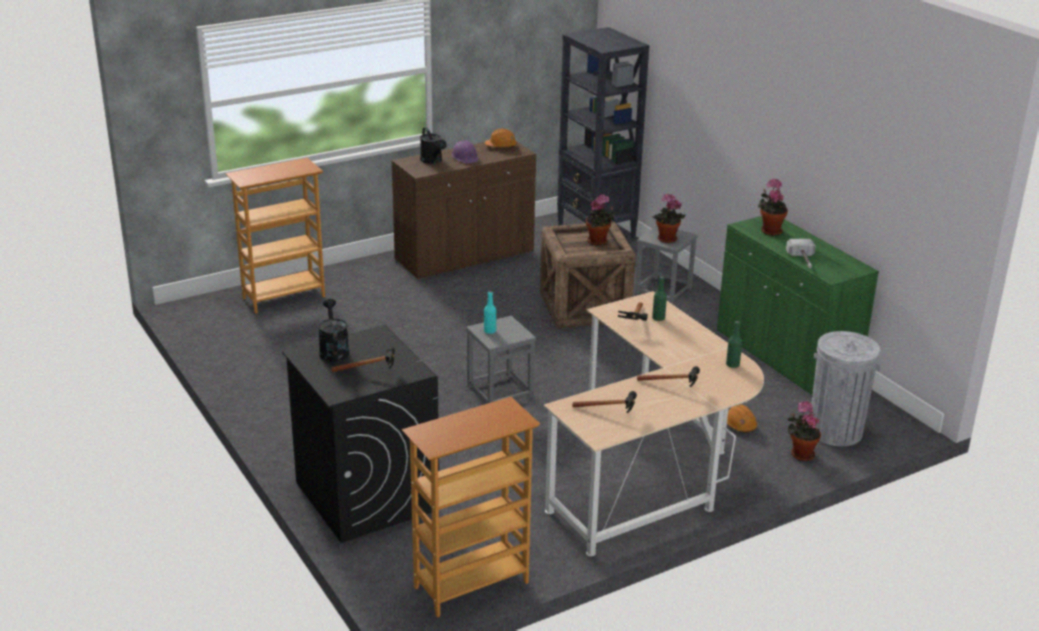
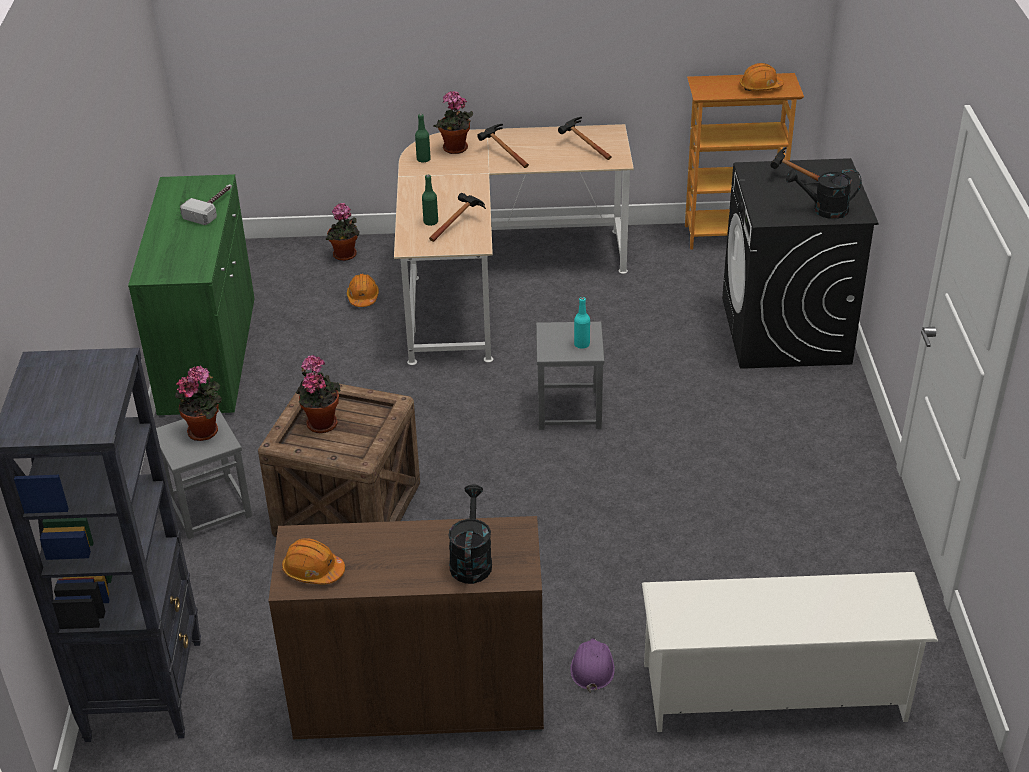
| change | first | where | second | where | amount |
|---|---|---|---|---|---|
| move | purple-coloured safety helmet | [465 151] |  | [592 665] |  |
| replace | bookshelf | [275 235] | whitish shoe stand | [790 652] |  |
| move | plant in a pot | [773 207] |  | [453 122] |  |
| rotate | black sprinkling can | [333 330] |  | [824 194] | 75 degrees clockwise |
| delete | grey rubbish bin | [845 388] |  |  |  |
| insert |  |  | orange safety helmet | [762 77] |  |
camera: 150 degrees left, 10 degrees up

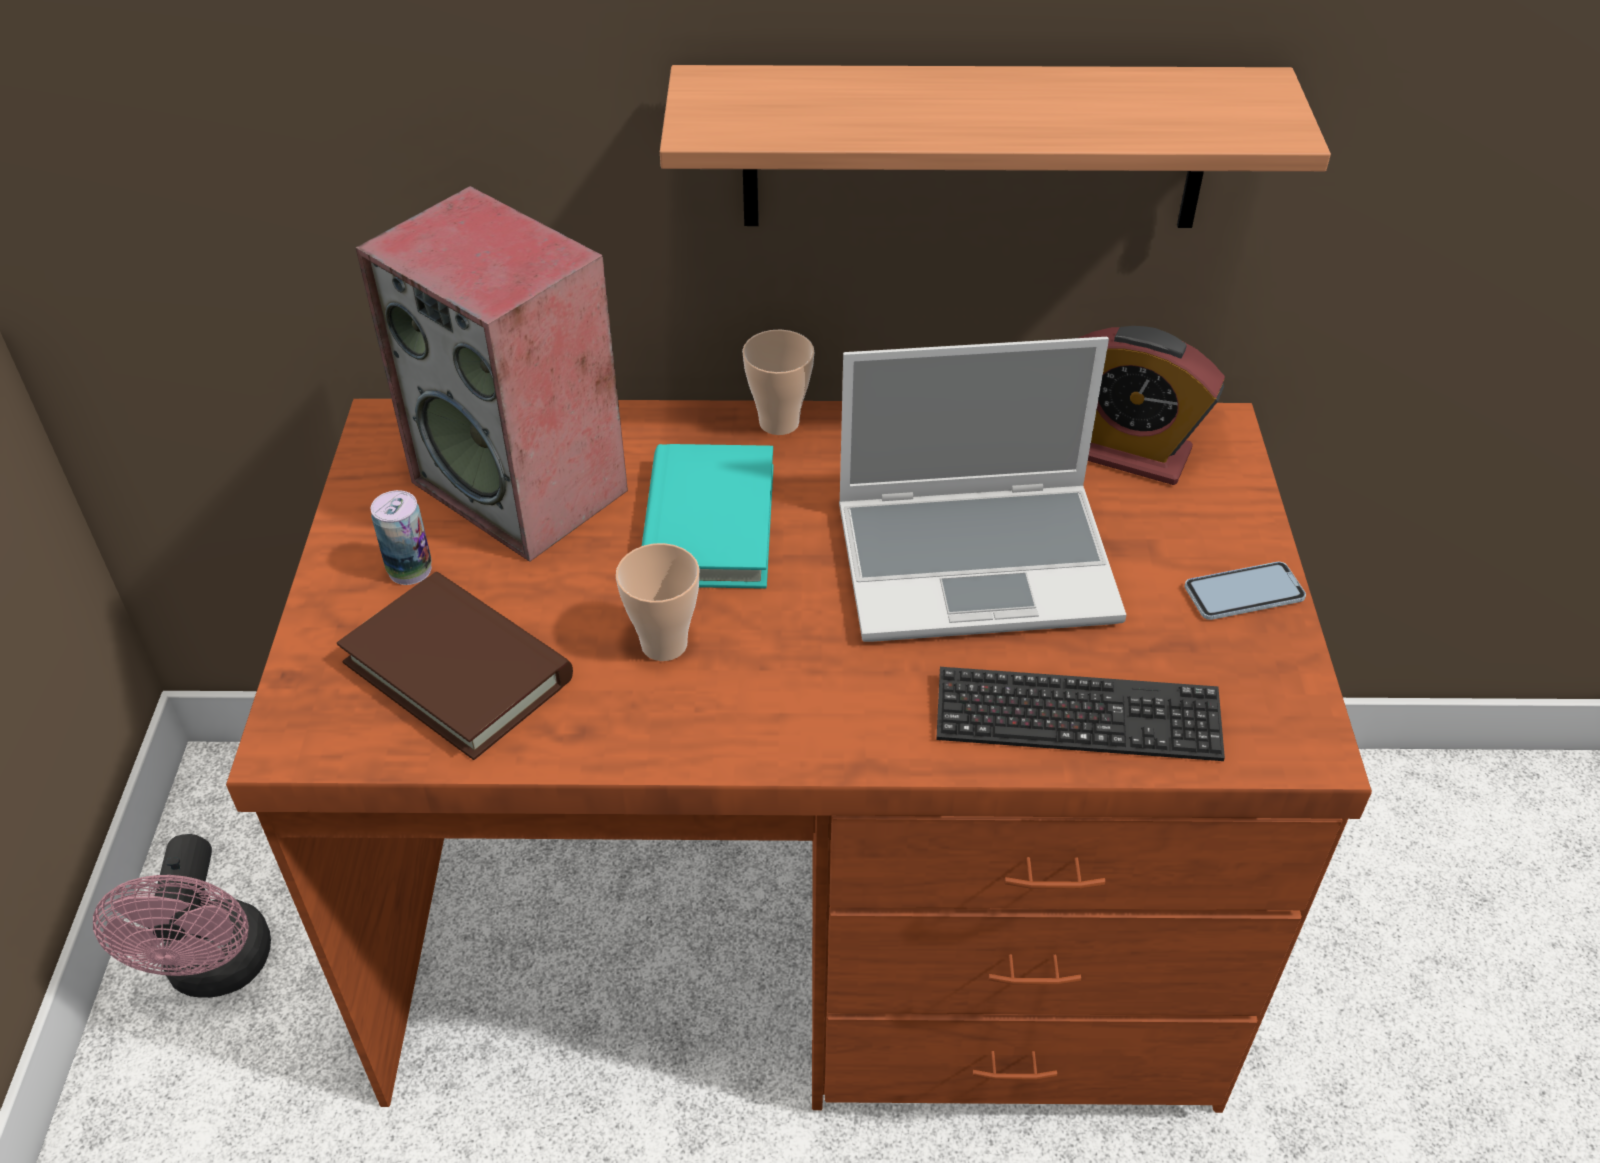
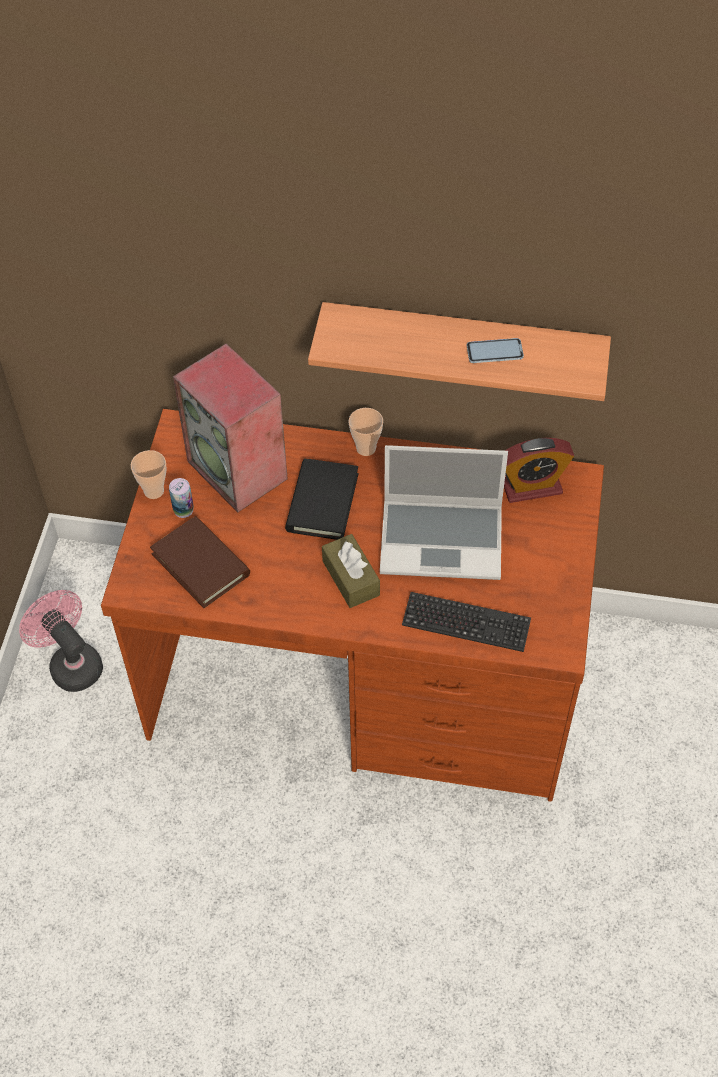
| change | first | where | second | where | amount |
|---|---|---|---|---|---|
| rotate | table clock | [1152 405] |  | [539 470] | 45 degrees counterclockwise |
| recolor | turquoise-coloured bound book | [708 516] | black bound book | [322 499] |  |
| move | drinking cup | [657 602] |  | [148 474] |  |
| move | handset | [1245 591] |  | [495 350] |  |
| rotate | pink-coloured fan | [182 916] |  | [61 641] | 135 degrees clockwise |
| insert |  |  | brownish box of tissues | [351 571] |  |
camera: 10 degrees right, 10 degrees up

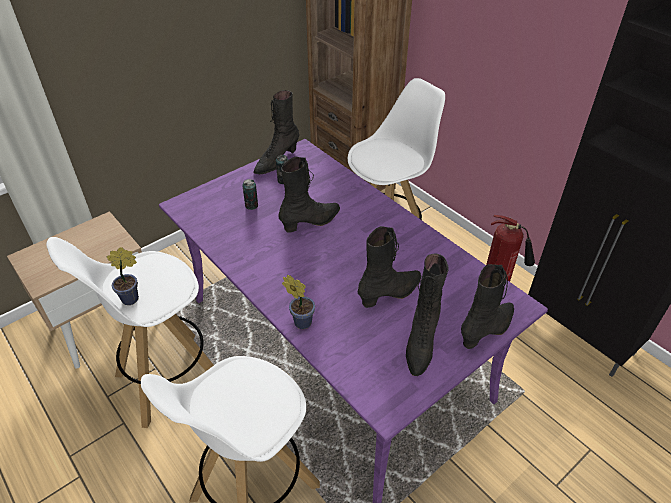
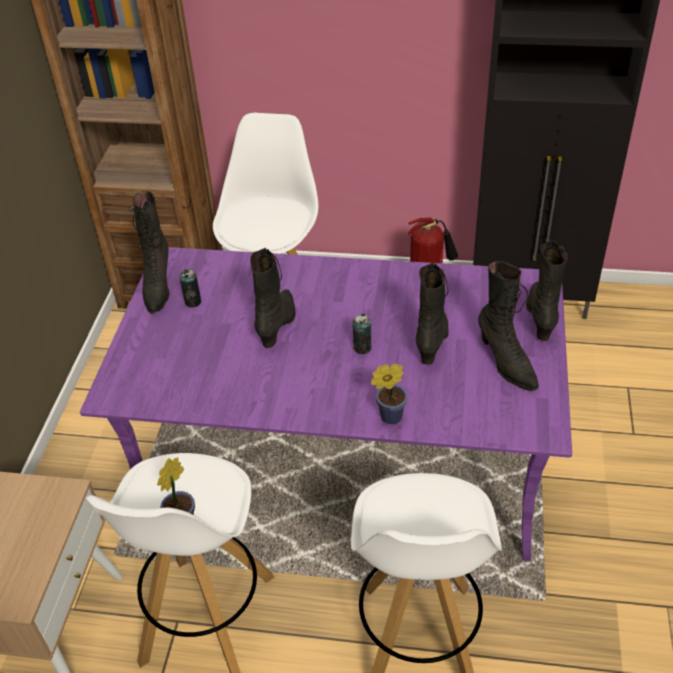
| change | first | where | second | where | amount |
|---|---|---|---|---|---|
| move | metal can | [250 194] |  | [362 334] |  |
camera: 40 degrees left, 0 degrees up

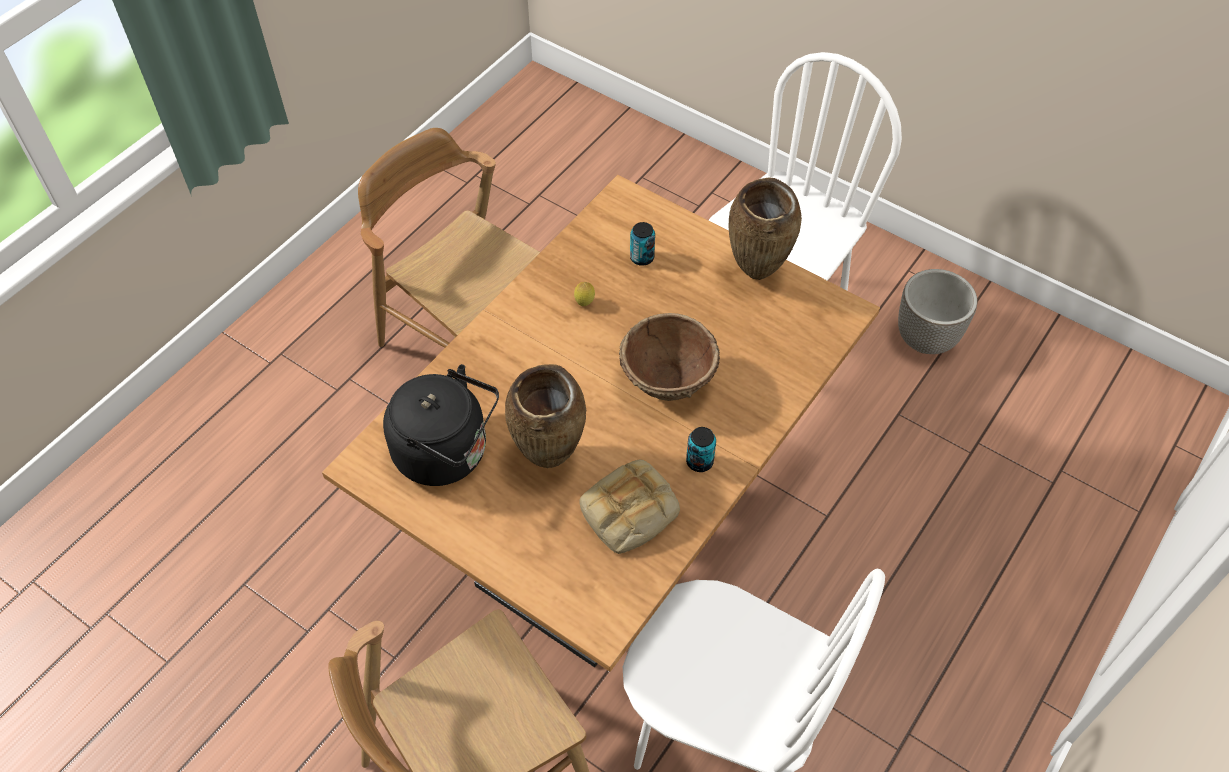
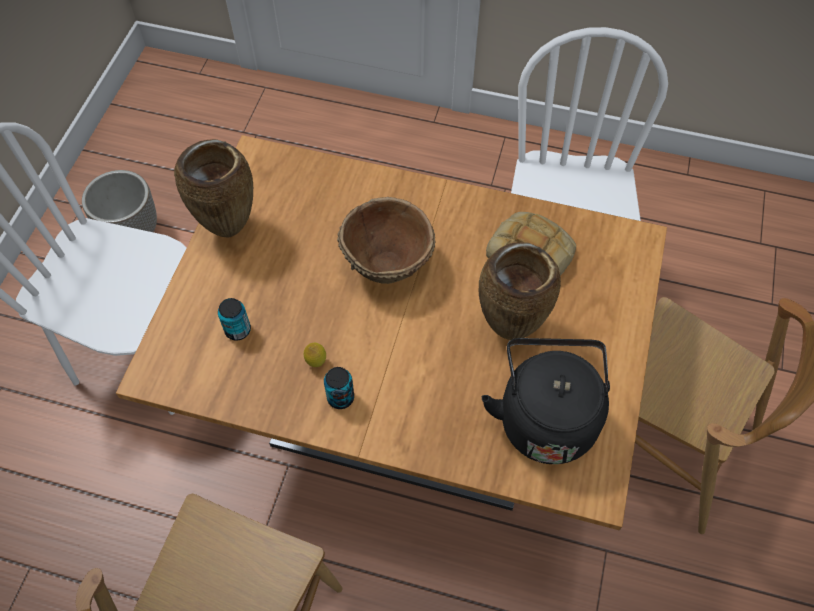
| change | first | where | second | where | amount |
|---|---|---|---|---|---|
| move | metal can | [701 449] |  | [339 388] |  |
camera: 110 degrees left, 5 degrees up

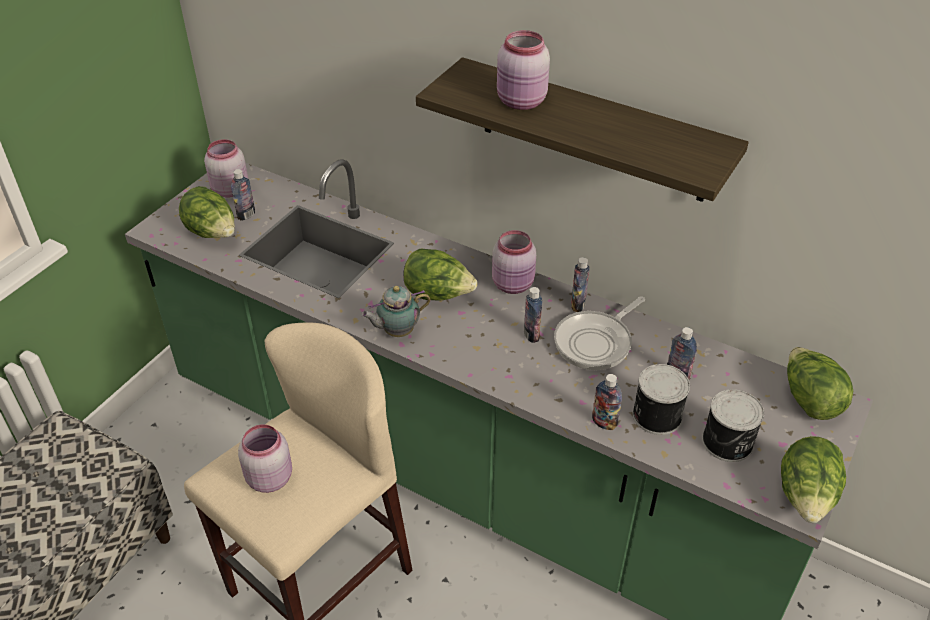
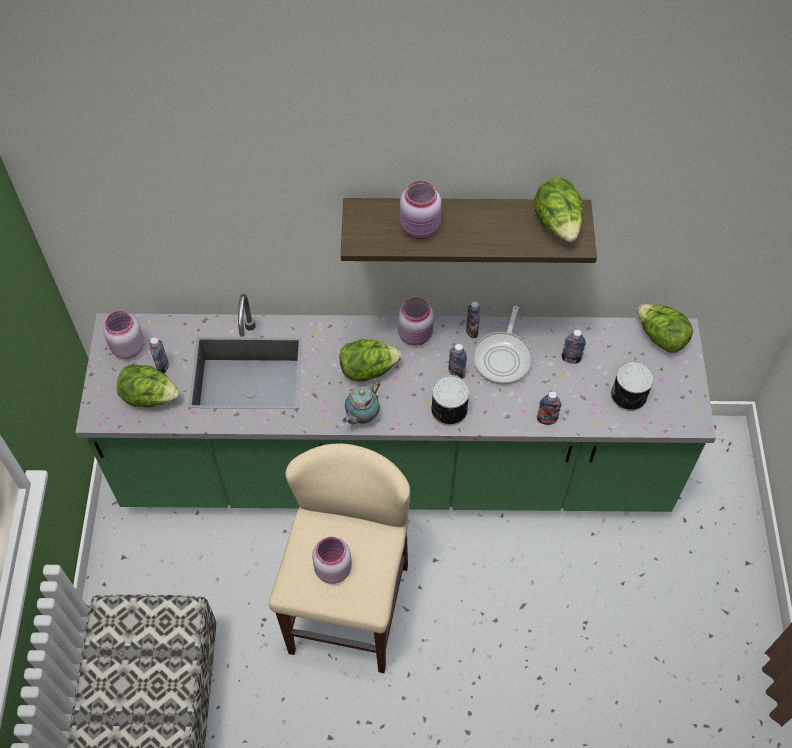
| change | first | where | second | where | amount |
|---|---|---|---|---|---|
| move | metal can | [661 399] |  | [450 400] |  |
| move | head of lettuce | [813 479] |  | [558 210] |  |
camera: 30 degrees left, 15 degrees up

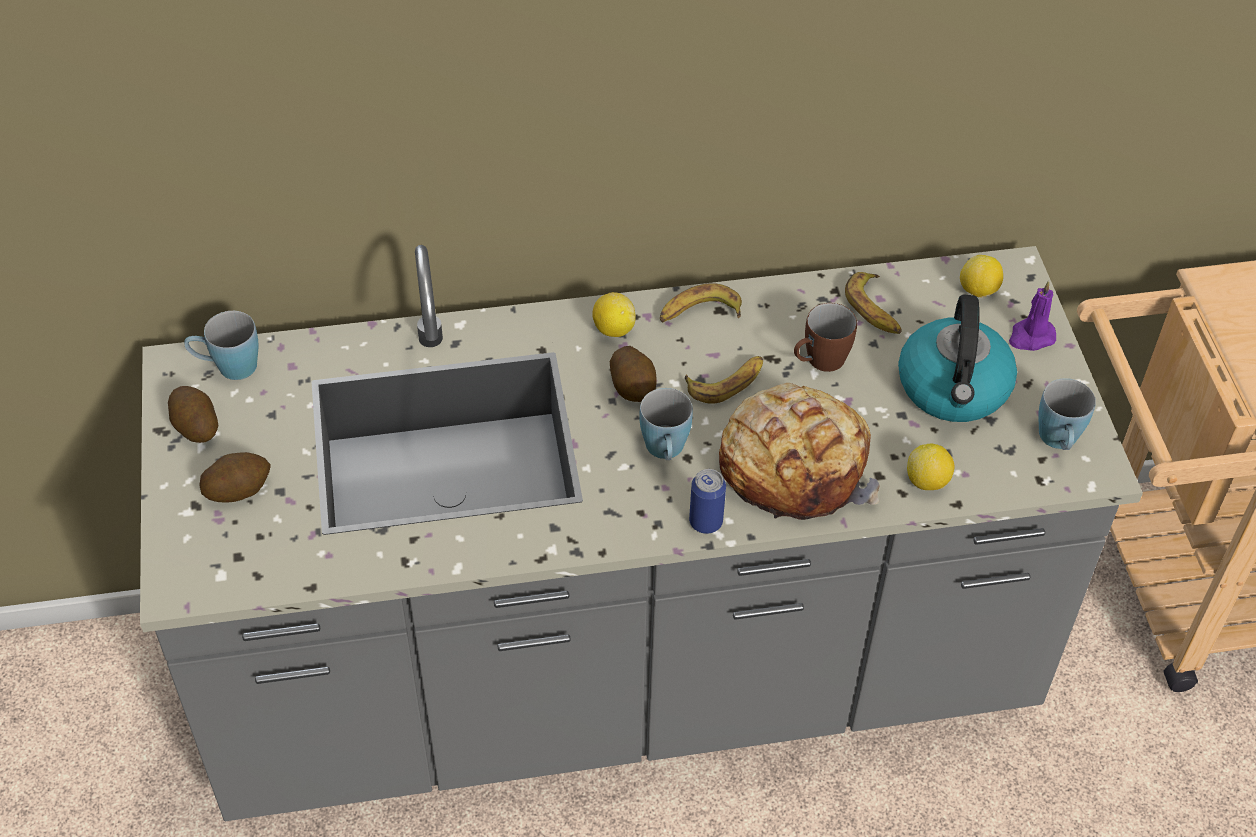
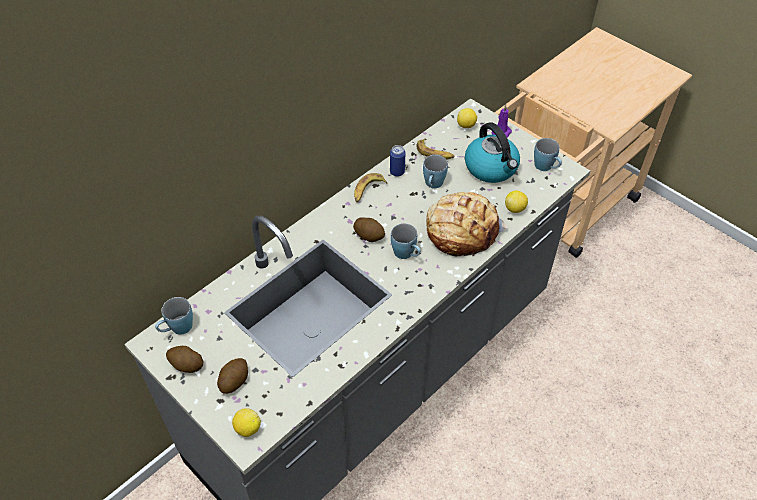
| change | first | where | second | where | amount |
|---|---|---|---|---|---|
| move | whole lemon | [614 314] |  | [246 422] |  |
| recolor | brownish coffee mug | [825 337] | blue coffee mug | [435 171] |  |
| delete | banana fruit | [724 380] |  |  |  |
| move | metal can | [707 501] |  | [398 161] |  |
camera: 35 degrees left, 0 degrees up

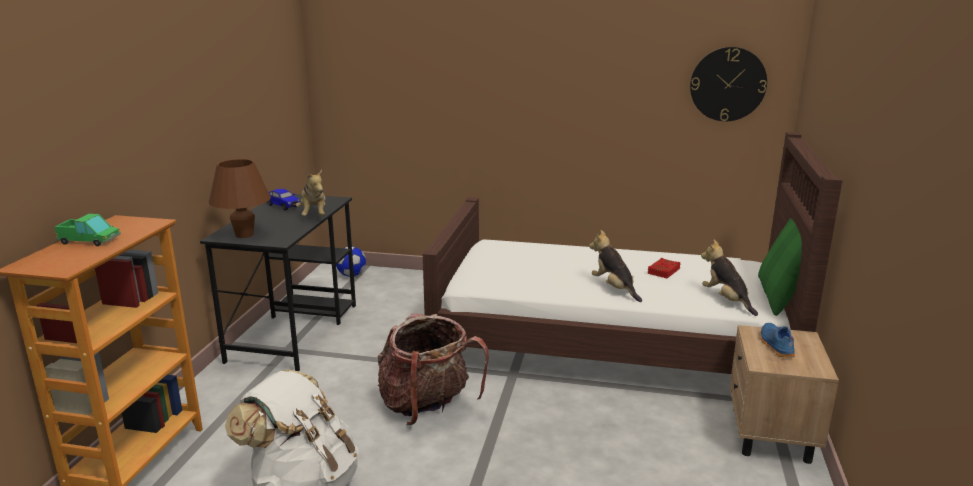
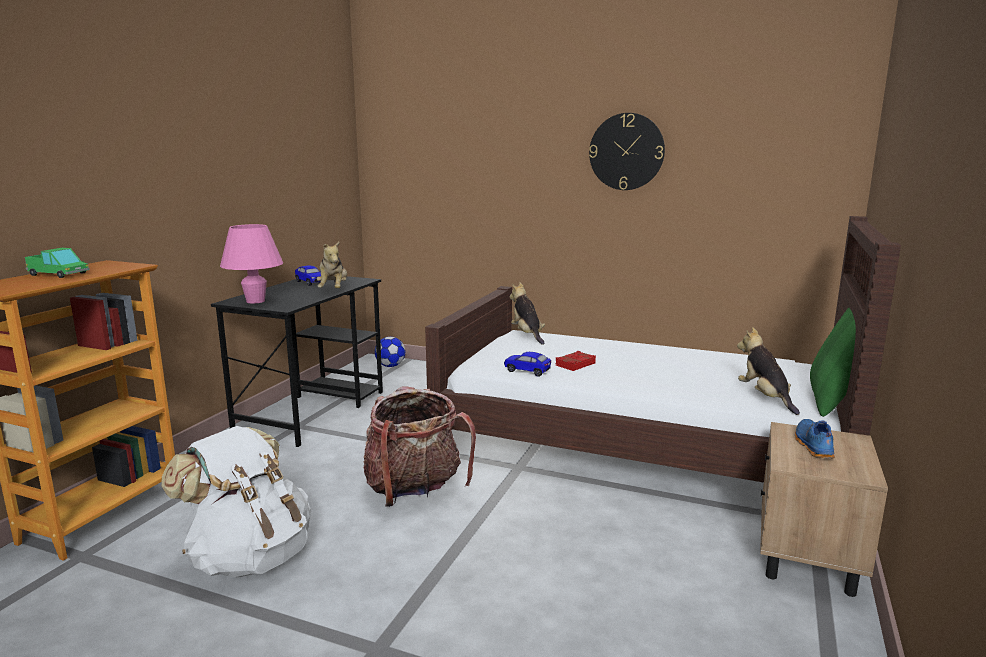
| change | first | where | second | where | amount |
|---|---|---|---|---|---|
| move | wall clock | [728 84] |  | [627 151] |  |
| recolor | brownish tabletop lamp | [240 198] | pink-coloured tabletop lamp | [251 264] |  |
| move | soft toy | [615 266] |  | [527 314] |  |
| move | reddish bound book | [664 268] |  | [575 361] |  |
| insert |  |  | toy car | [527 364] |  |
camera: 10 degrees right, 5 degrees down

